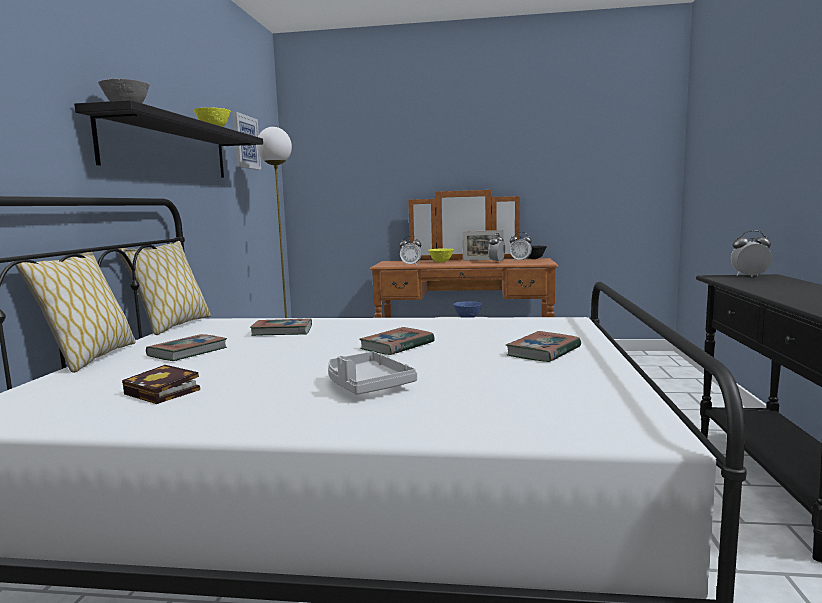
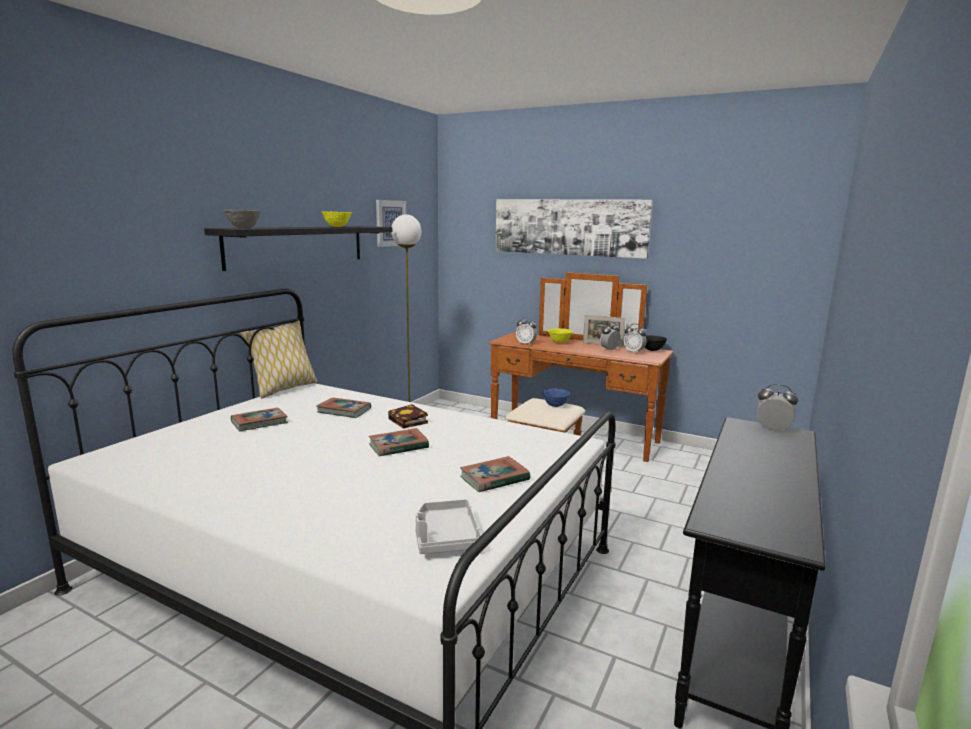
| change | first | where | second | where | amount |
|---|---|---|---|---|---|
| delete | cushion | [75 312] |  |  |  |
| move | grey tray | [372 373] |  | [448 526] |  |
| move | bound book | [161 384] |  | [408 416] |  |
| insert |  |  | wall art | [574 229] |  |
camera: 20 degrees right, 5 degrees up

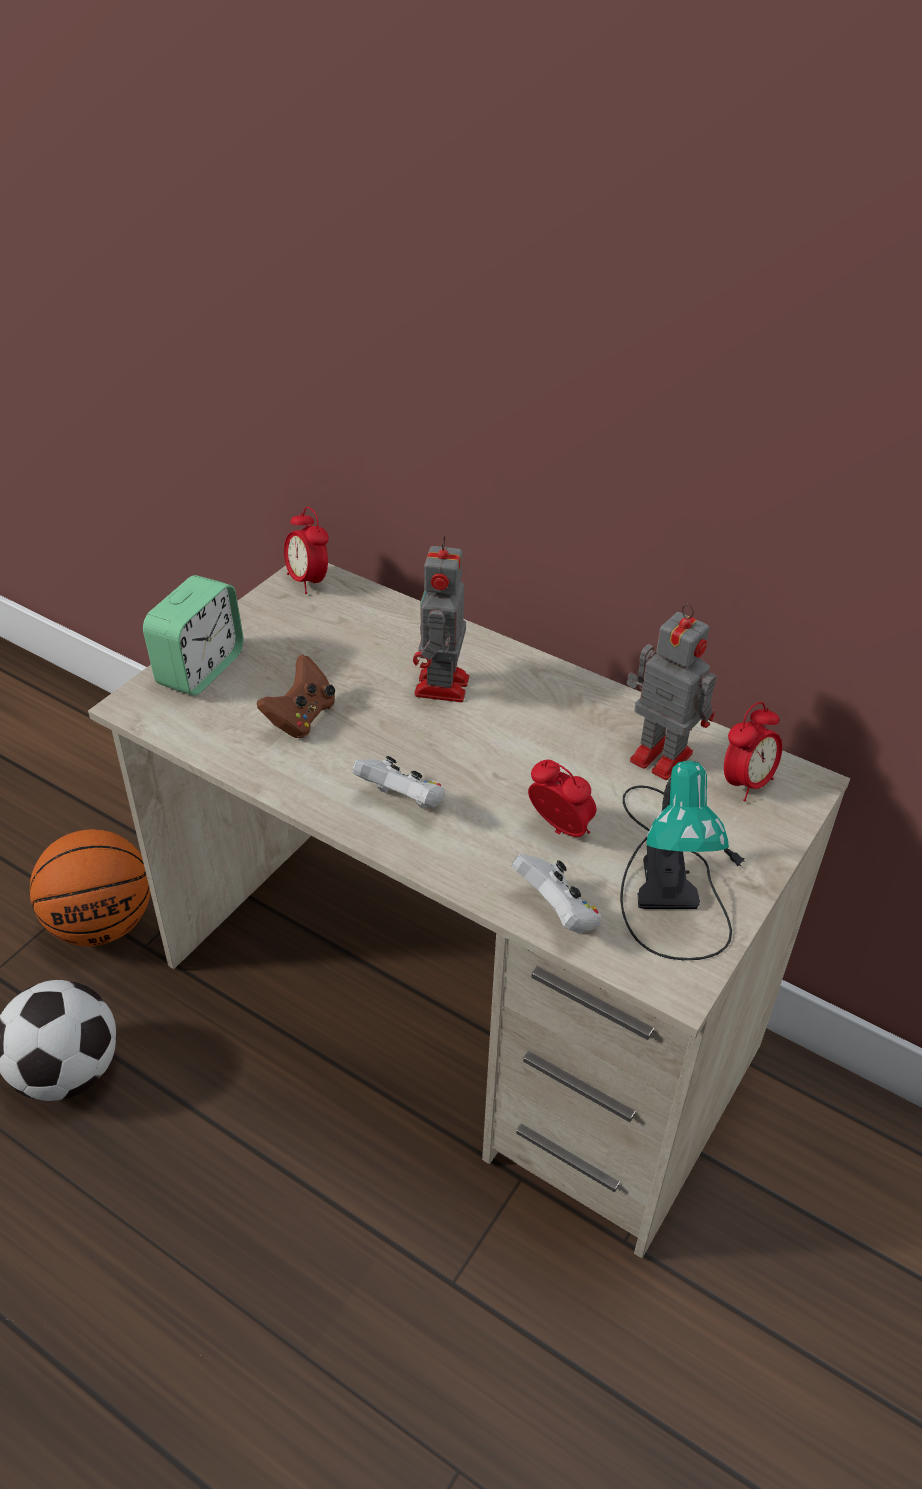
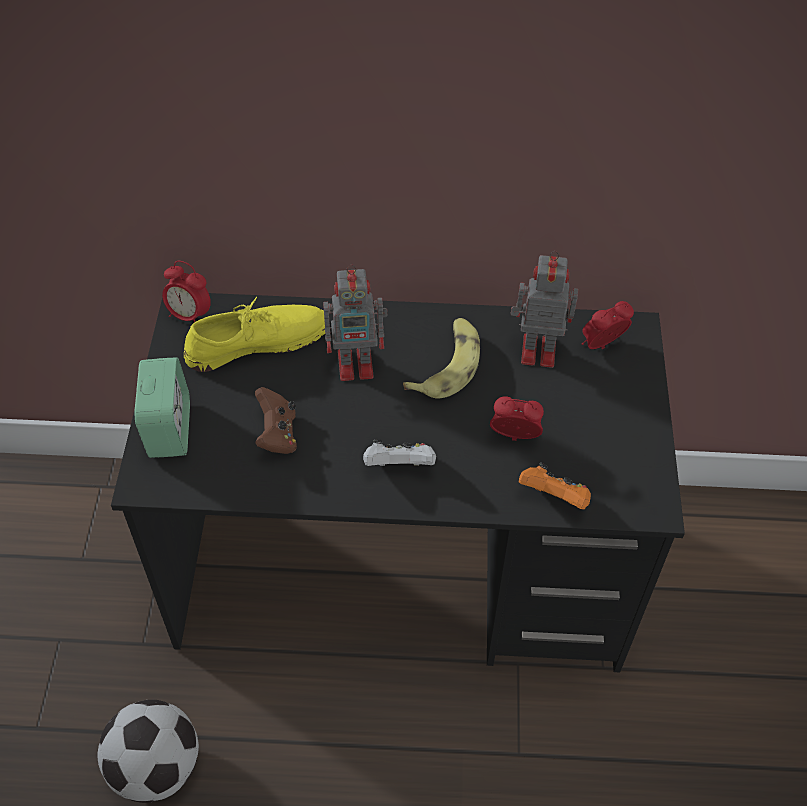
| change | first | where | second | where | amount |
|---|---|---|---|---|---|
| rotate | toy robot | [441 618] |  | [355 322] | 75 degrees counterclockwise |
| recolor | beige-coloured desk | [469 910] | black desk | [398 482] |  |
| rotate | table clock | [753 752] |  | [608 325] | 135 degrees counterclockwise |
| delete | tabletop lamp | [683 860] |  |  |  |
| delete | basketball | [90 887] |  |  |  |
| recolor | whitish game controller | [556 894] | orange game controller | [555 486] |  |
| insert |  |  | yellow item of footwear | [254 334] |  |
| insert |  |  | banana fruit | [441 358] |  |
camera: 30 degrees left, 10 degrees up

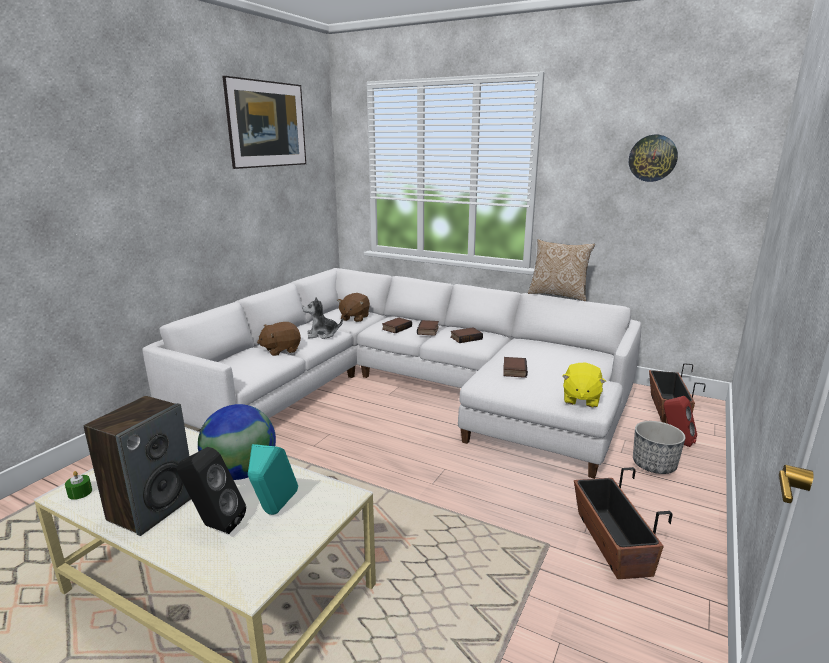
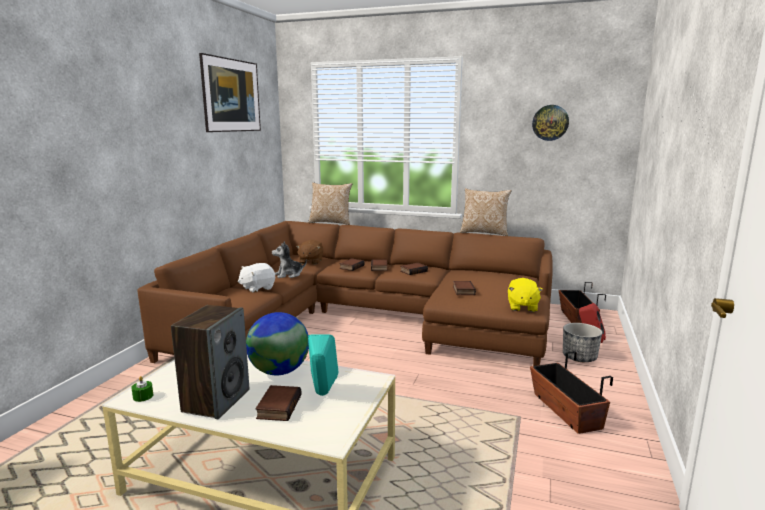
| change | first | where | second | where | amount |
|---|---|---|---|---|---|
| recolor | whitish settee | [391 373] | brownish settee | [345 293] |  |
| recolor | brownish soft toy | [279 339] | whitish soft toy | [256 278] |  |
| replace | black audio speaker | [211 490] | bound book | [278 403] |  |
| insert |  |  | cushion | [330 203] |  |
camera: 10 degrees left, 5 degrees down

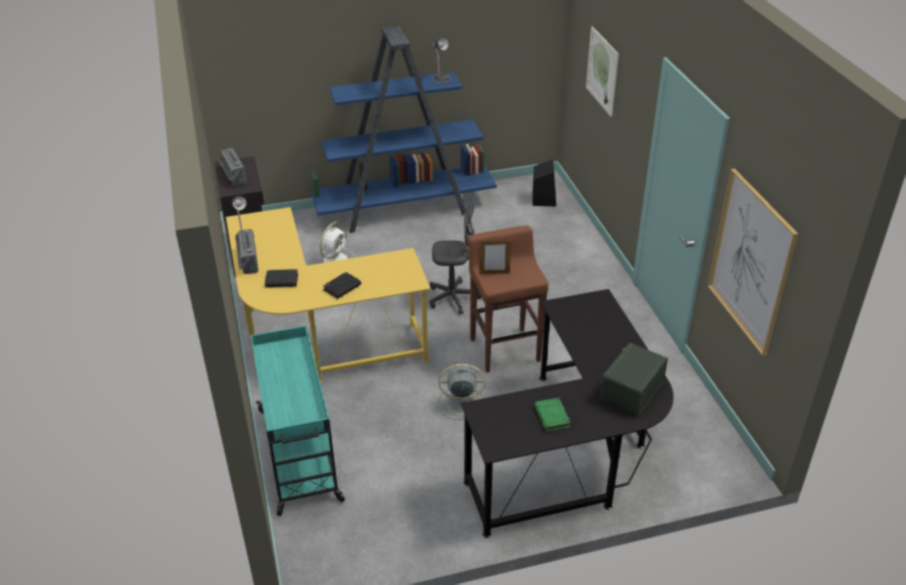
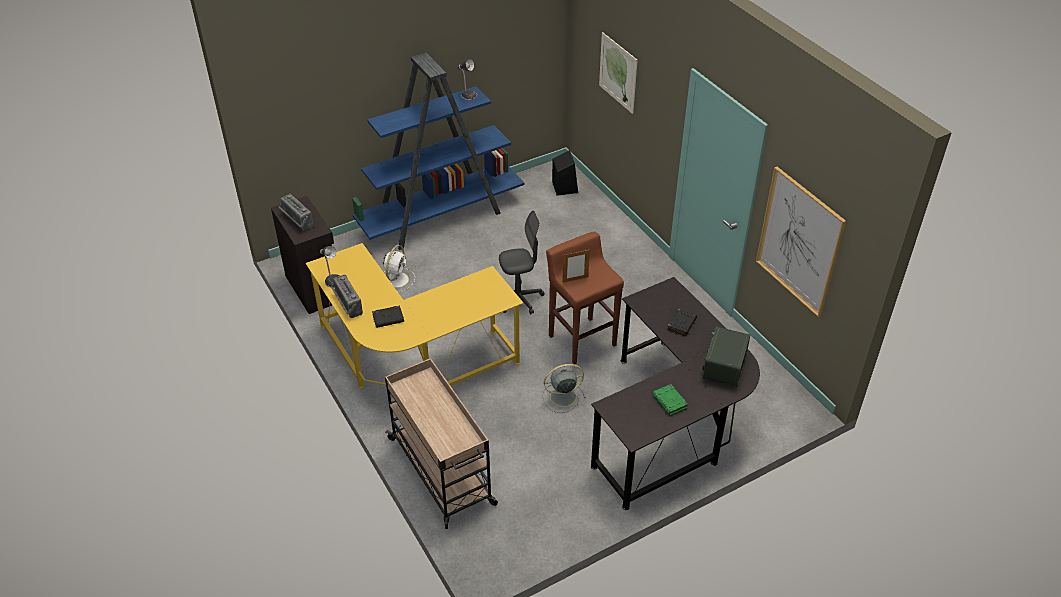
| change | first | where | second | where | amount |
|---|---|---|---|---|---|
| move | black bound book | [342 285] |  | [682 322] |  |
| recolor | turquoise-coloured wheeled cart | [297 421] | beige-coloured wheeled cart | [441 443] |  |
camera: 15 degrees left, 5 degrees up

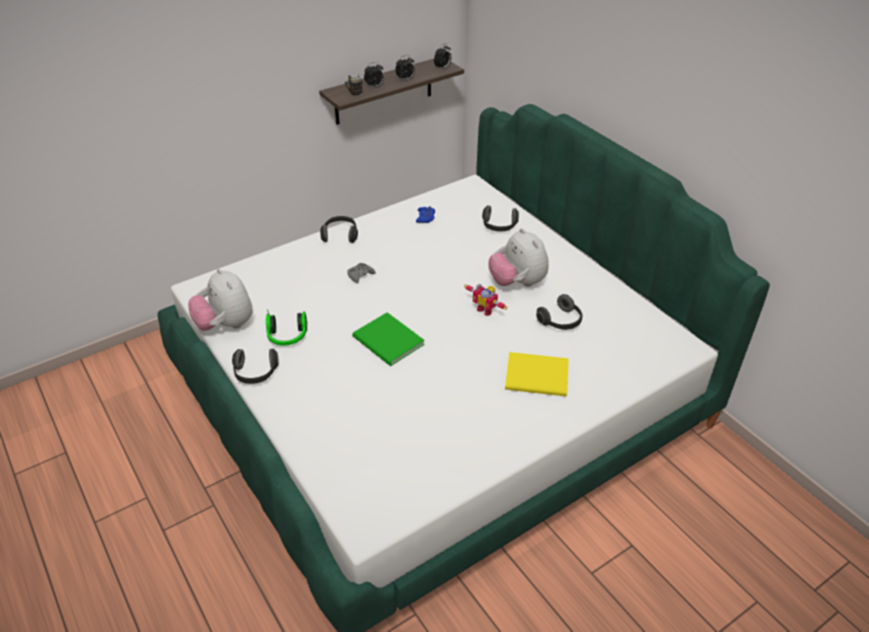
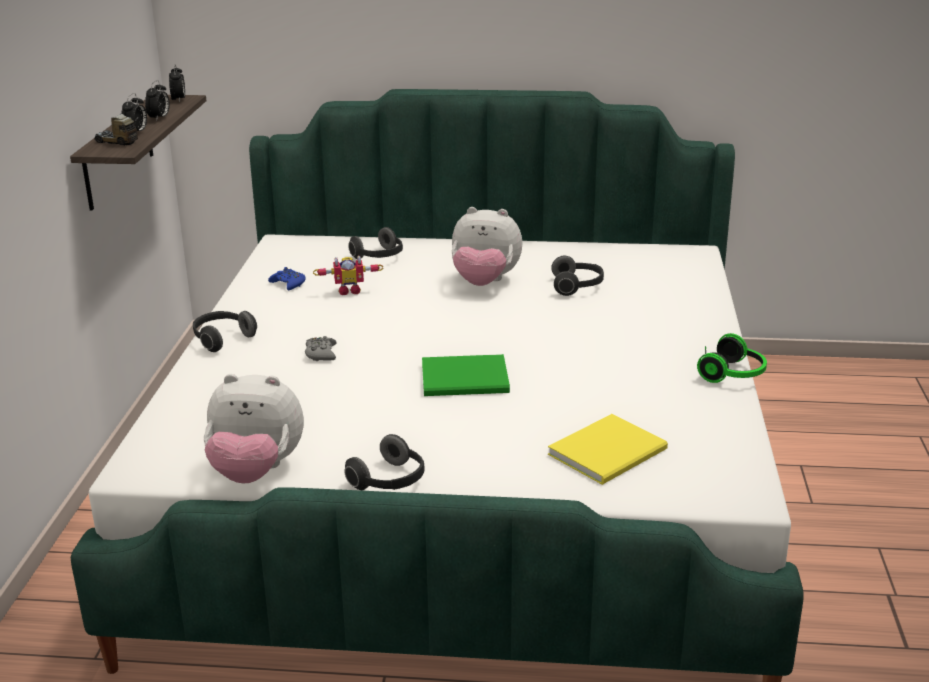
| change | first | where | second | where | amount |
|---|---|---|---|---|---|
| move | toy robot | [485 300] |  | [348 275] |  |
| move | pair of headphones | [286 327] |  | [732 358] |  |
| move | yellow bound book | [537 374] |  | [608 449] |  |
camera: 50 degrees left, 15 degrees down

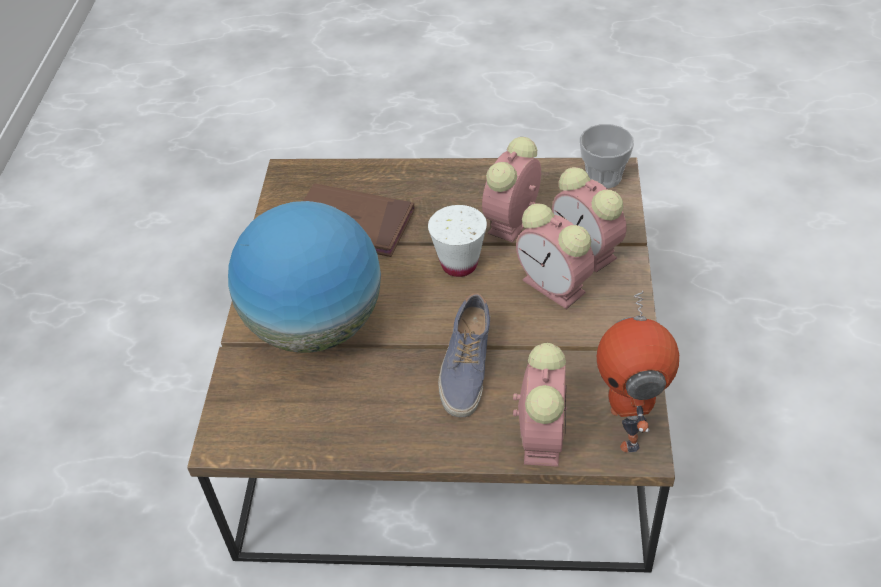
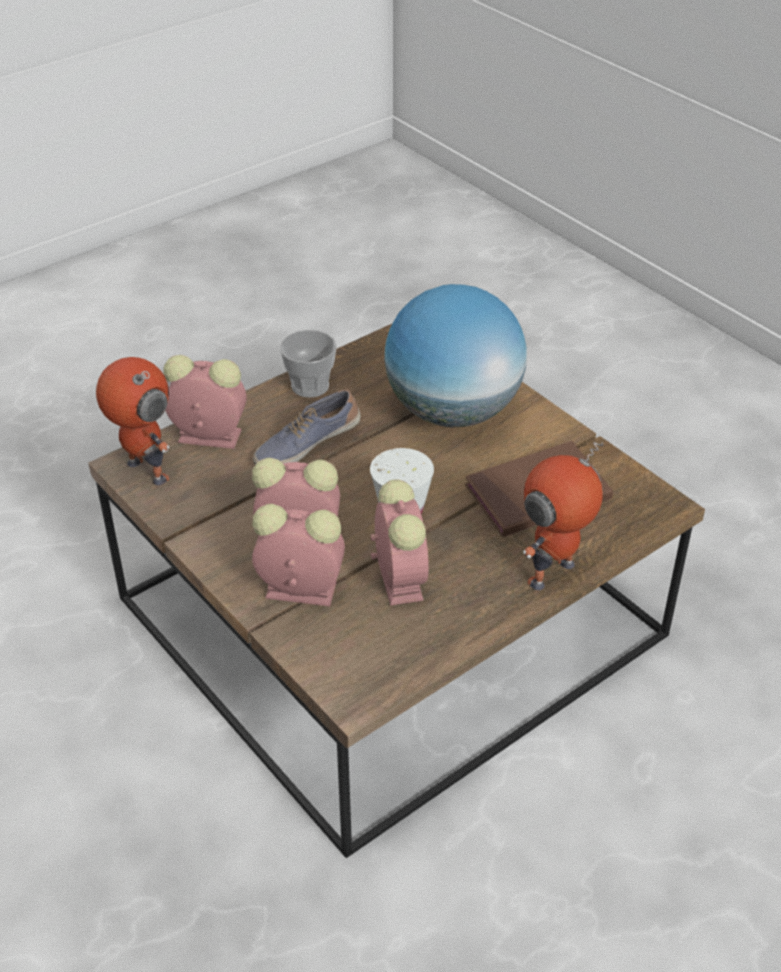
| change | first | where | second | where | amount |
|---|---|---|---|---|---|
| move | drinking cup | [607 156] |  | [308 363] |  |
| rotate | item of footwear | [464 355] |  | [307 427] | 90 degrees counterclockwise |
| rotate | table clock | [540 405] |  | [205 402] | 135 degrees clockwise |
| insert |  |  | toy robot | [563 516] |  |
camera: 135 degrees right, 5 degrees down

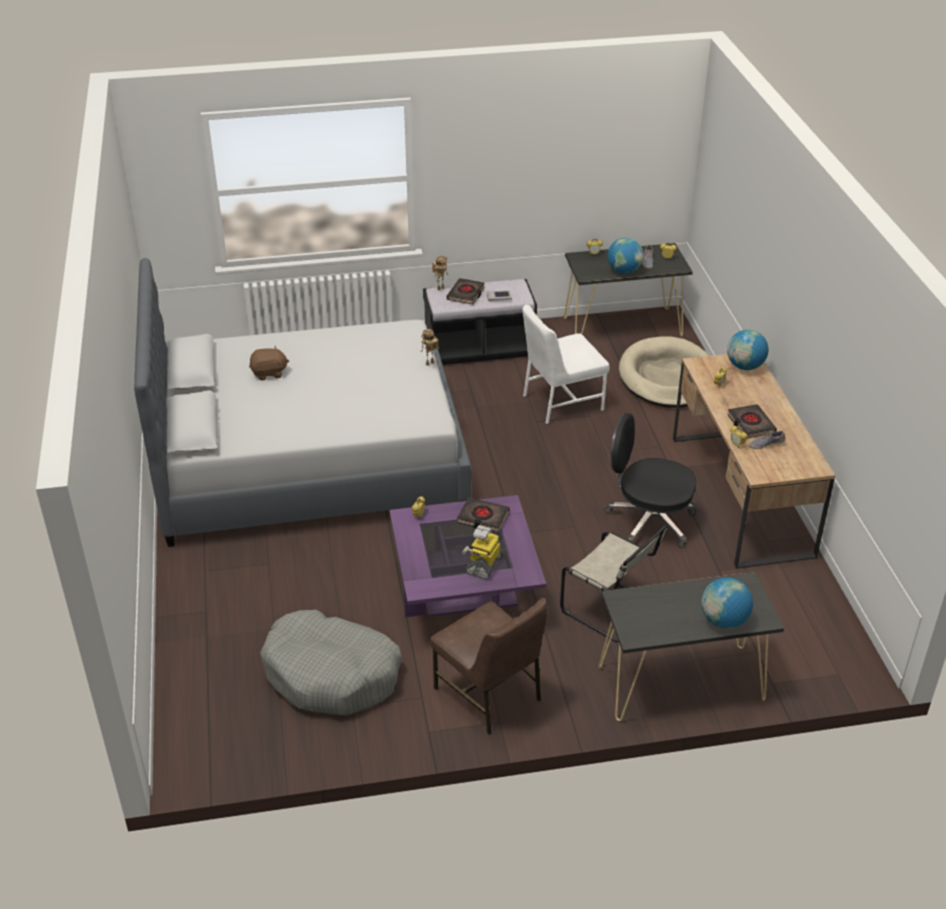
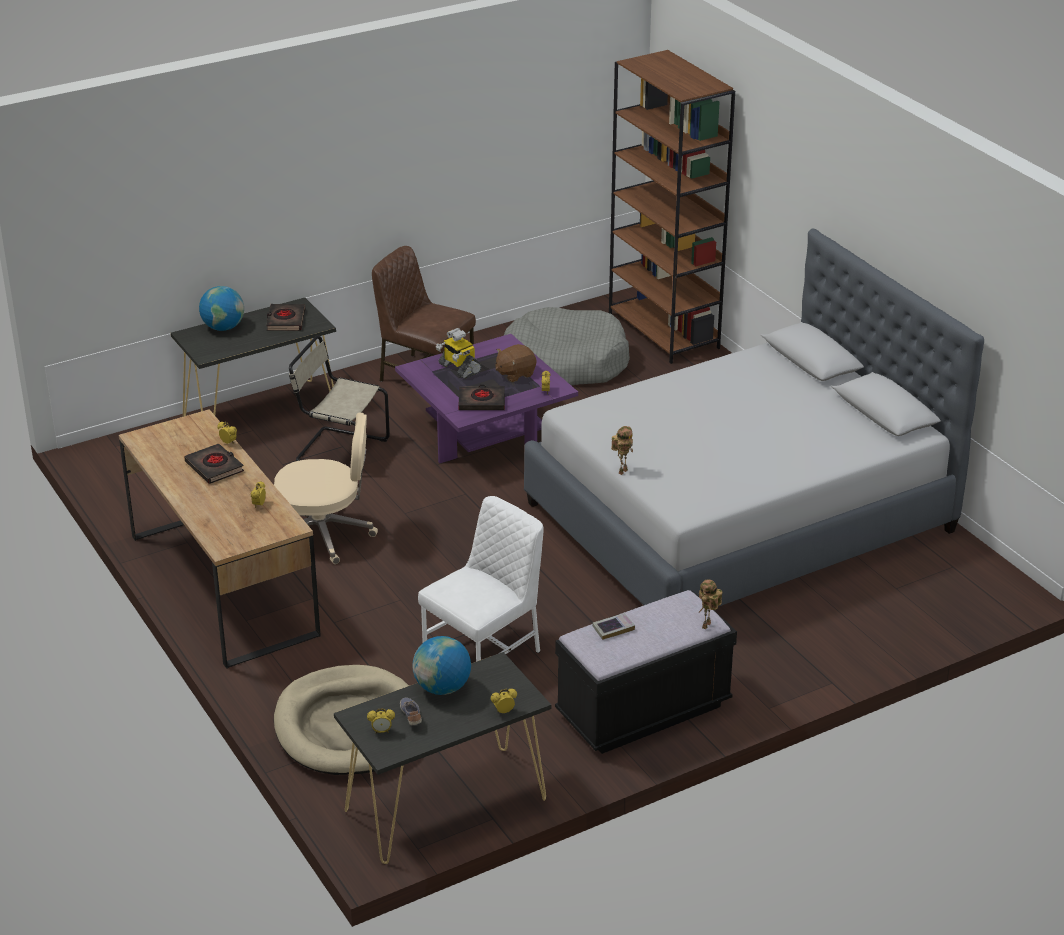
| change | first | where | second | where | amount |
|---|---|---|---|---|---|
| move | black bound book | [466 291] |  | [285 317] |  |
| delete | world globe | [748 350] |  |  |  |
| move | brownish soft toy | [269 363] |  | [516 363] |  |
| recolor | black computer chair | [650 480] | beige-coloured computer chair | [326 488] |  |
| delete | item of footwear | [767 440] |  |  |  |
| rotate | toy robot | [483 552] |  | [459 353] | 135 degrees clockwise |
| insert |  |  | brownish bookshelf | [672 207] |  |
camera: 160 degrees right, 5 degrees down

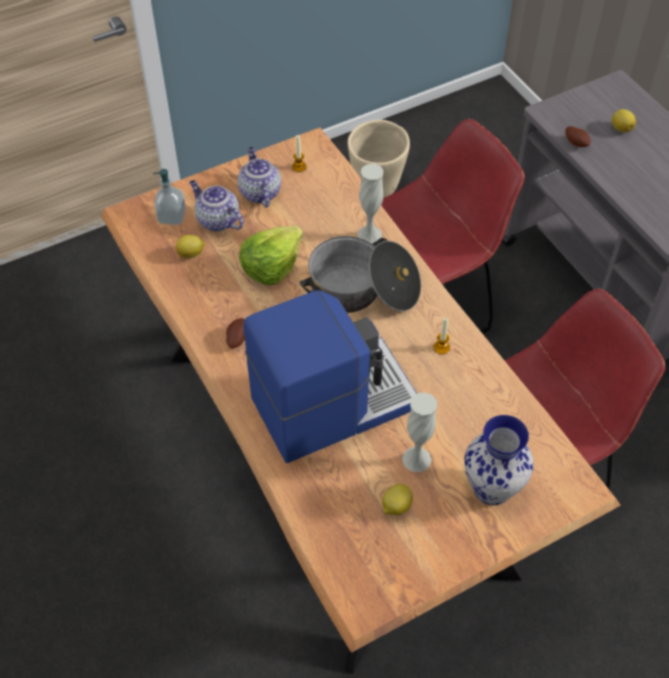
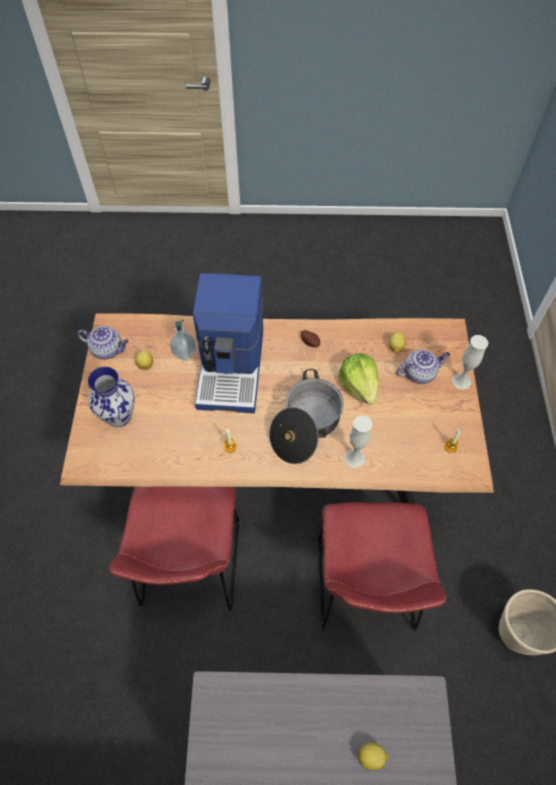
| change | first | where | second | where | amount |
|---|---|---|---|---|---|
| delete | spud | [578 136] |  |  |  |
| move | teapot | [259 177] |  | [103 342] |  |
| move | liquid soap bottle | [169 197] |  | [183 340] |  |
| move | whitish flower vase | [419 432] |  | [470 362] |  |
camera: 120 degrees right, 5 degrees up

